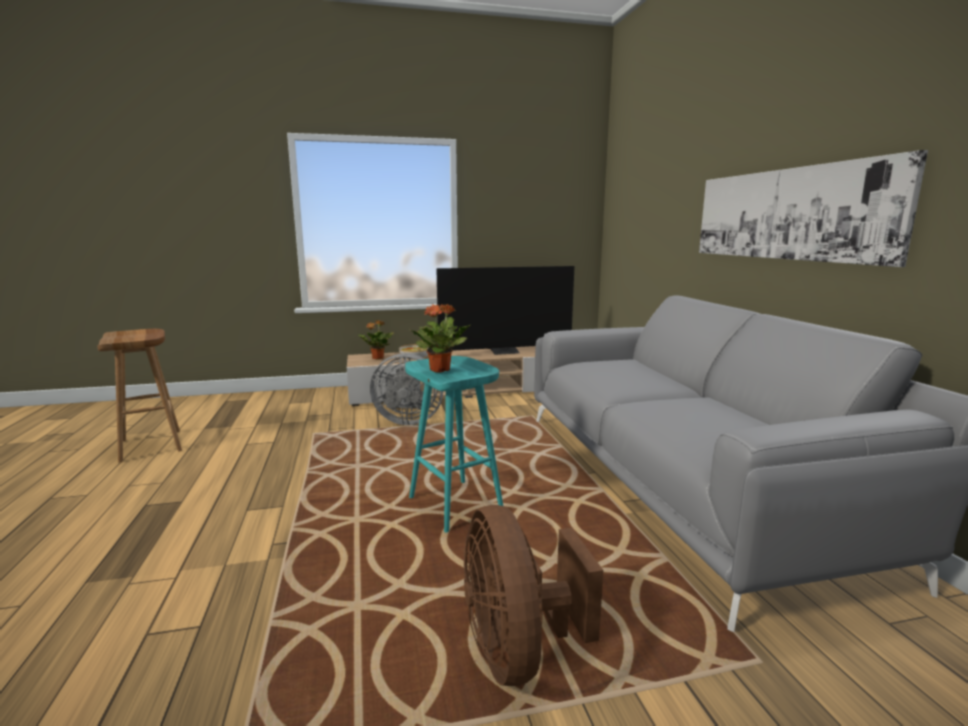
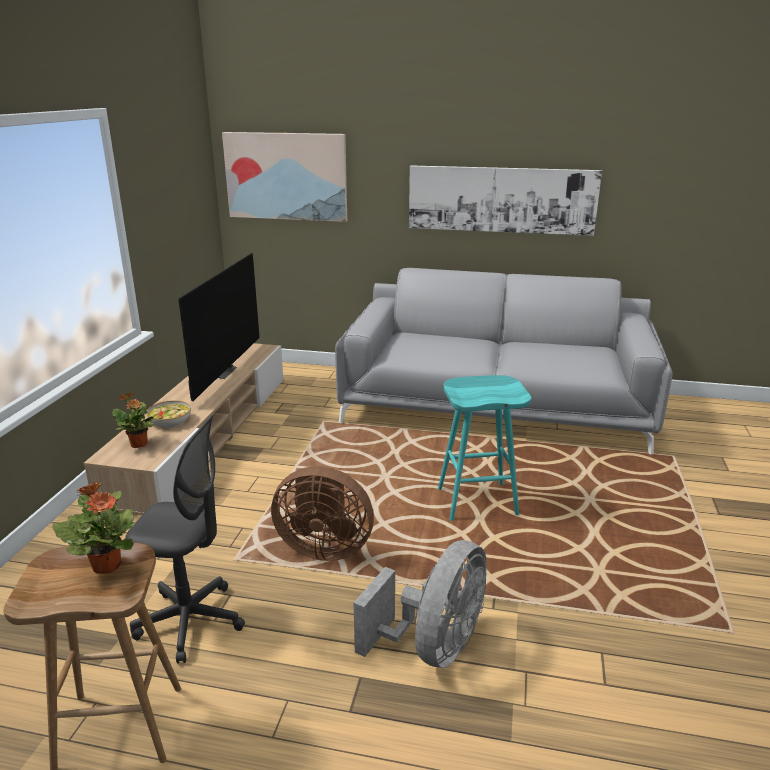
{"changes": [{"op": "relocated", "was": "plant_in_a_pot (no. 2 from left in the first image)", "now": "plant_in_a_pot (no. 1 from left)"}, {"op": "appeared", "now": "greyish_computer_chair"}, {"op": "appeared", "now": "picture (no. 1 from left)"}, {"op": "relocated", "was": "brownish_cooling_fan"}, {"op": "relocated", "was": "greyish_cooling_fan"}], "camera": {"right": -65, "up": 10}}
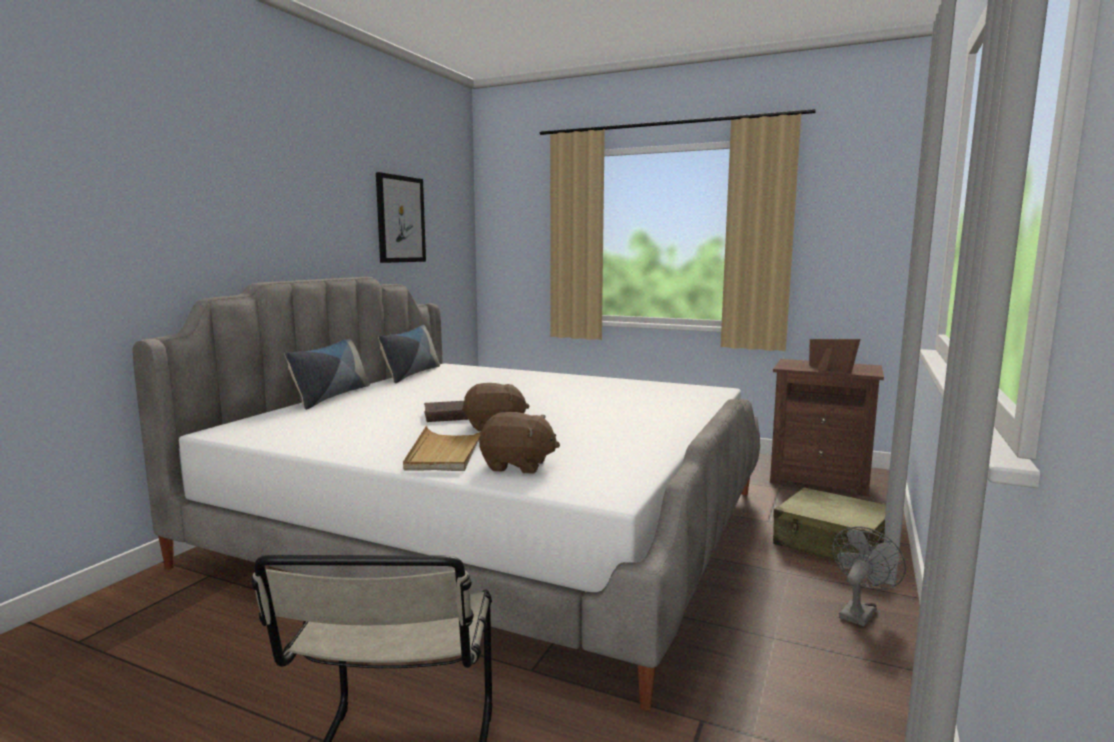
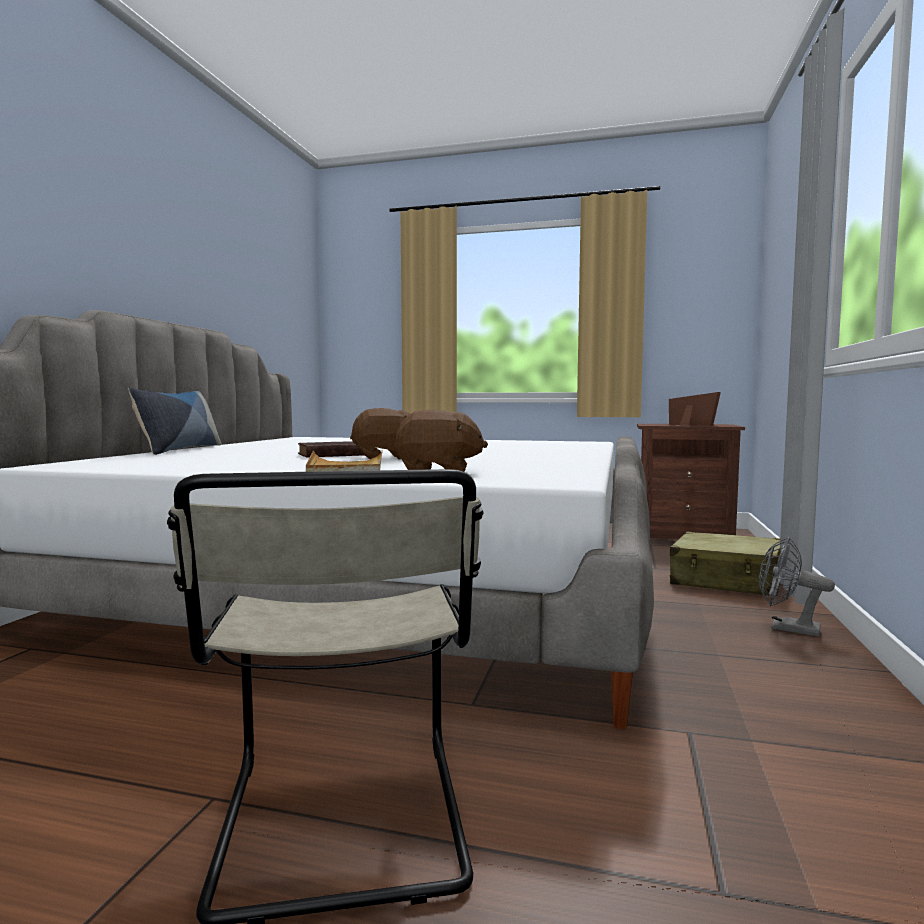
{"changes": [{"op": "spun", "was": "greyish_cooling_fan", "clockwise": -90}, {"op": "missing", "was": "picture"}, {"op": "missing", "was": "cushion (no. 2 from left)"}], "camera": {"right": -10, "up": -5}}
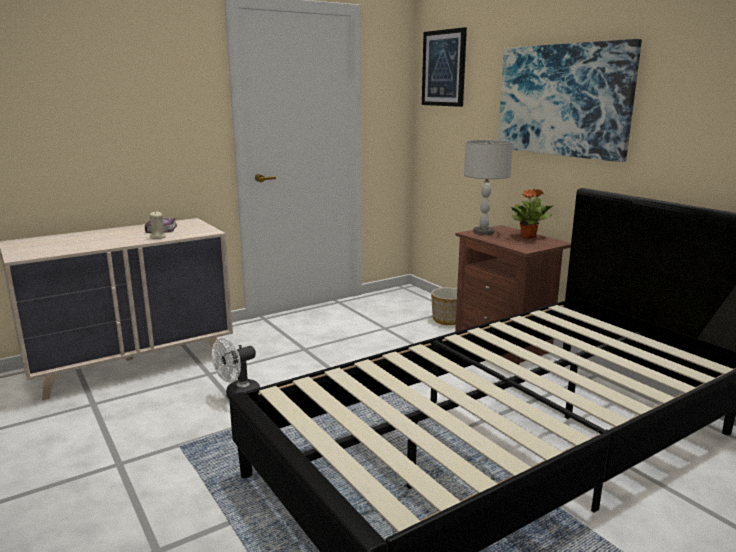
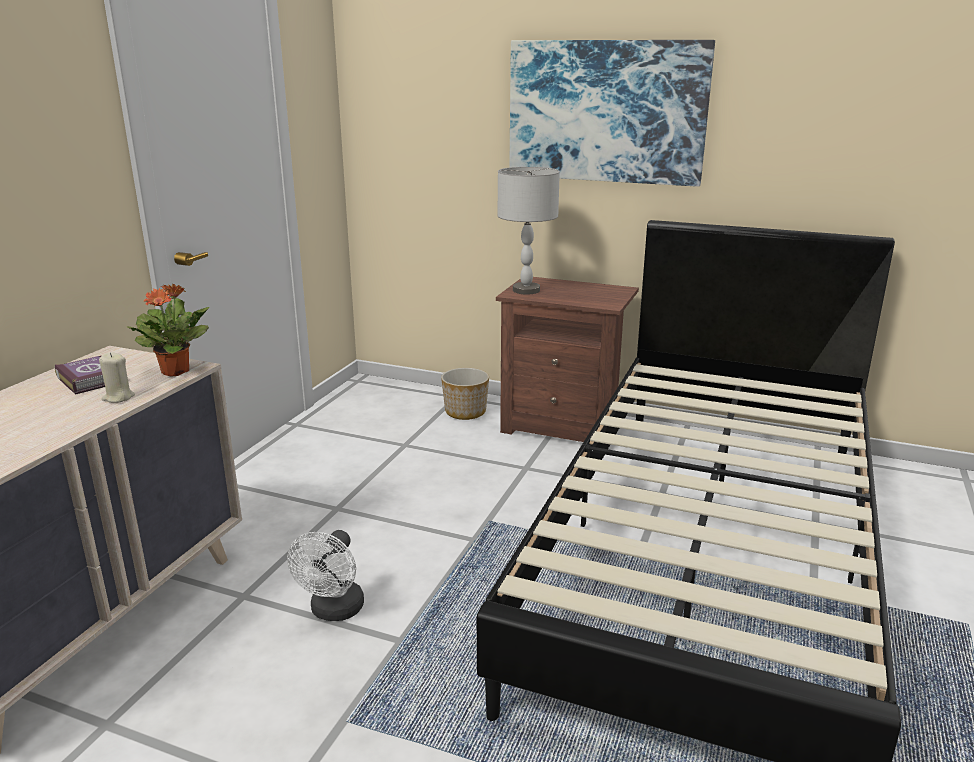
{"changes": [{"op": "relocated", "was": "plant_in_a_pot"}, {"op": "missing", "was": "picture (no. 1 from left)"}], "camera": {"right": -35, "up": 5}}
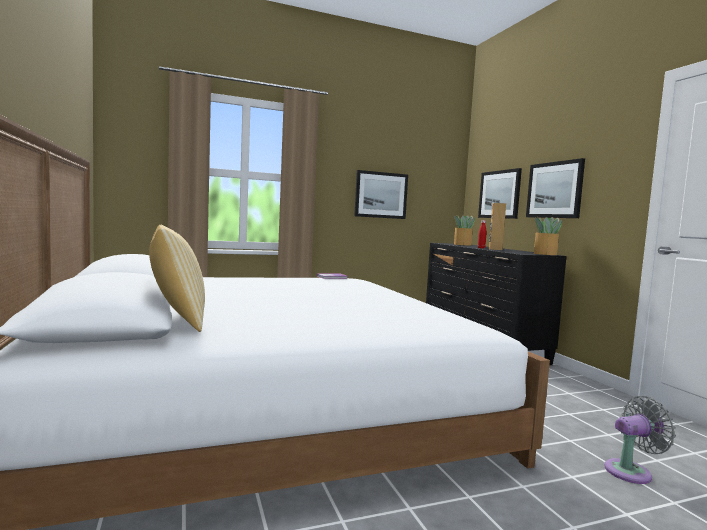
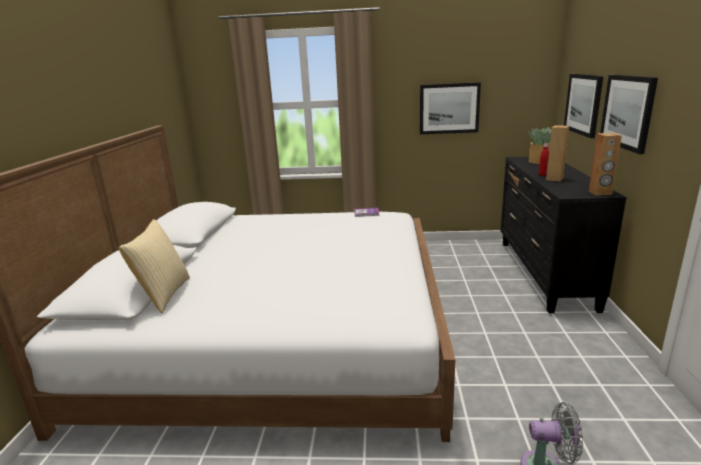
{"changes": [{"op": "exchanged", "was": "plant_in_a_pot (no. 2 from left)", "now": "brownish_loudspeaker (no. 2 from left)"}], "camera": {"right": 25, "up": 15}}
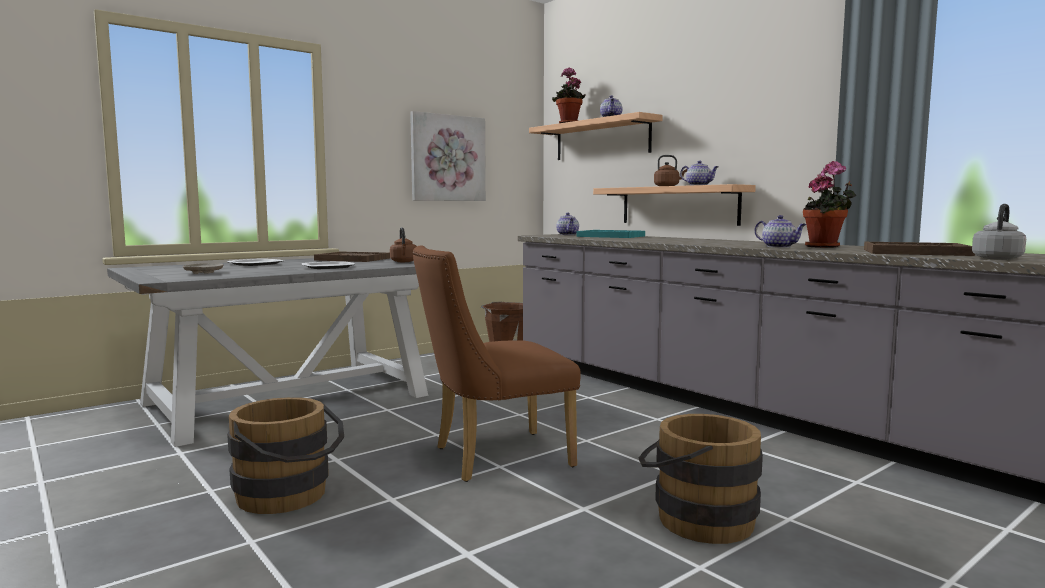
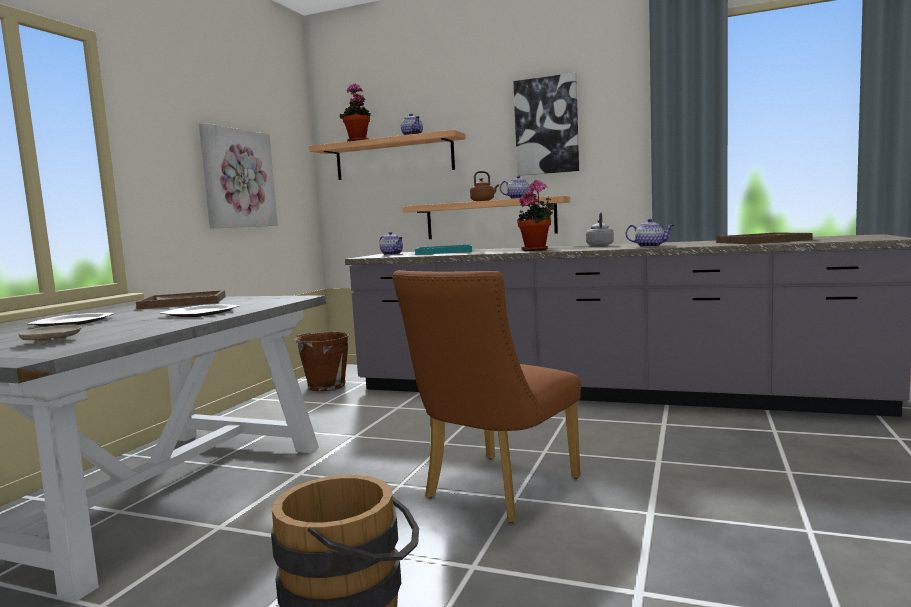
{"changes": [{"op": "appeared", "now": "picture (no. 2 from left)"}, {"op": "relocated", "was": "plant_in_a_pot (no. 2 from left)"}, {"op": "relocated", "was": "greyish_kettle"}, {"op": "missing", "was": "brownish_kettle (no. 1 from left)"}, {"op": "missing", "was": "brownish_pail (no. 3 from left)"}], "camera": {"right": -30, "up": 0}}
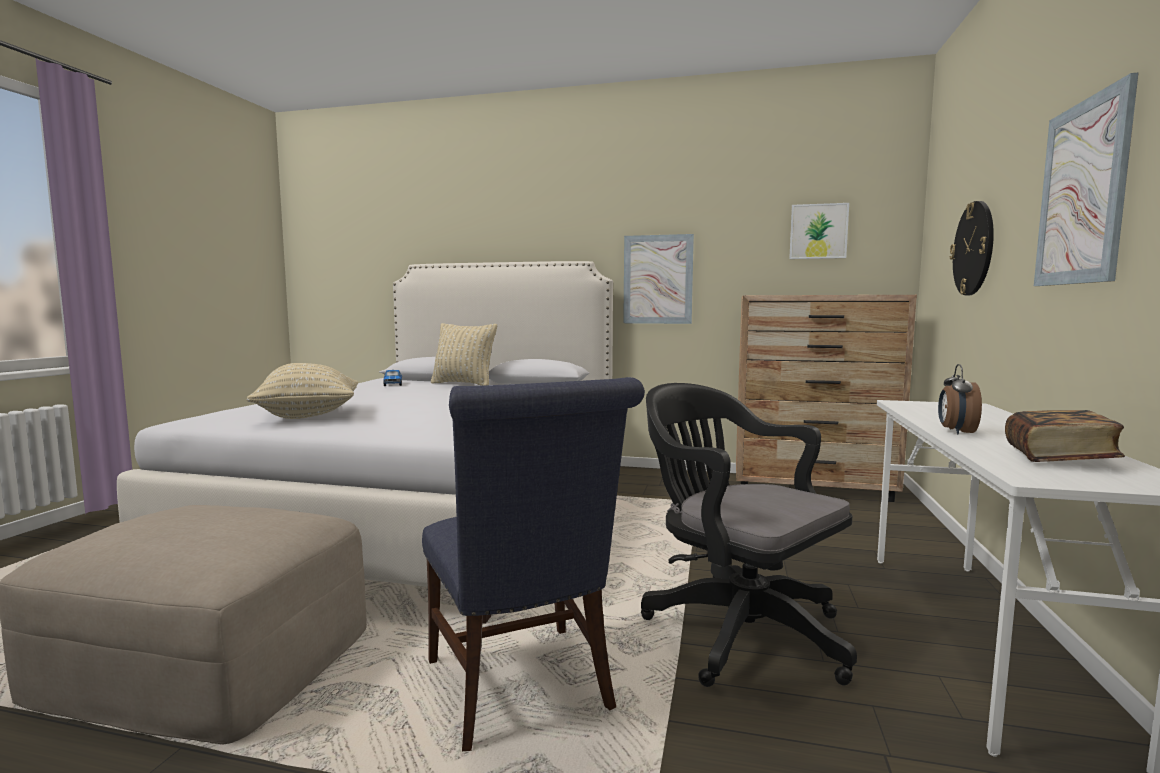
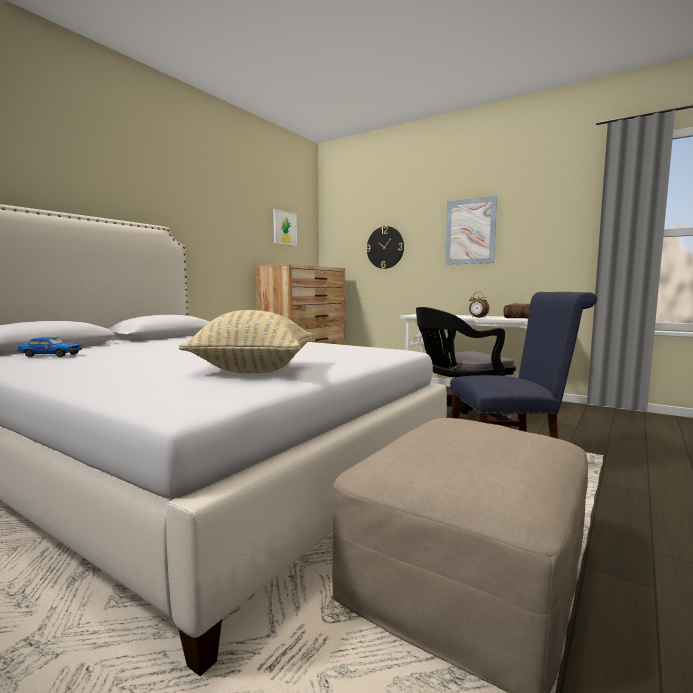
{"changes": [{"op": "missing", "was": "beige_cushion (no. 2 from left)"}, {"op": "missing", "was": "picture (no. 1 from left)"}], "camera": {"right": -70, "up": 0}}
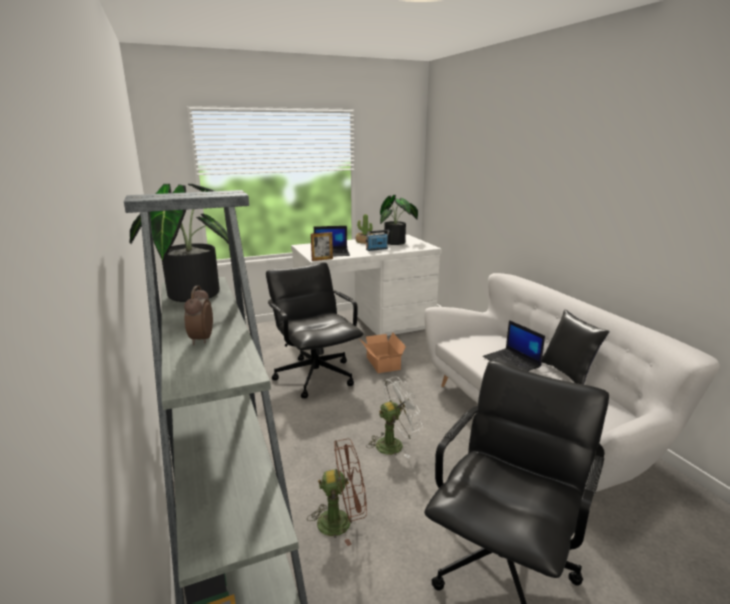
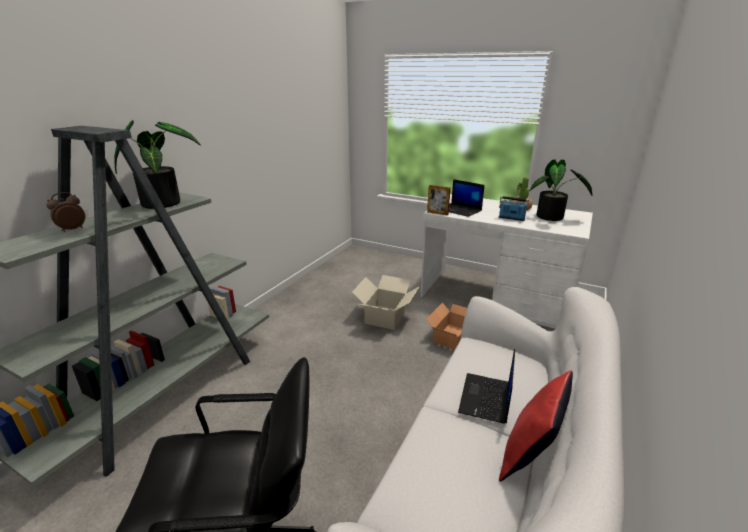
{"changes": [{"op": "exchanged", "was": "black-coloured_computer_chair (no. 1 from left)", "now": "carton (no. 1 from left)"}, {"op": "colour", "was": "black-coloured_cushion", "now": "red_cushion"}, {"op": "missing", "was": "brownish_cooling_fan"}, {"op": "missing", "was": "whitish_cooling_fan"}], "camera": {"right": 50, "up": 5}}
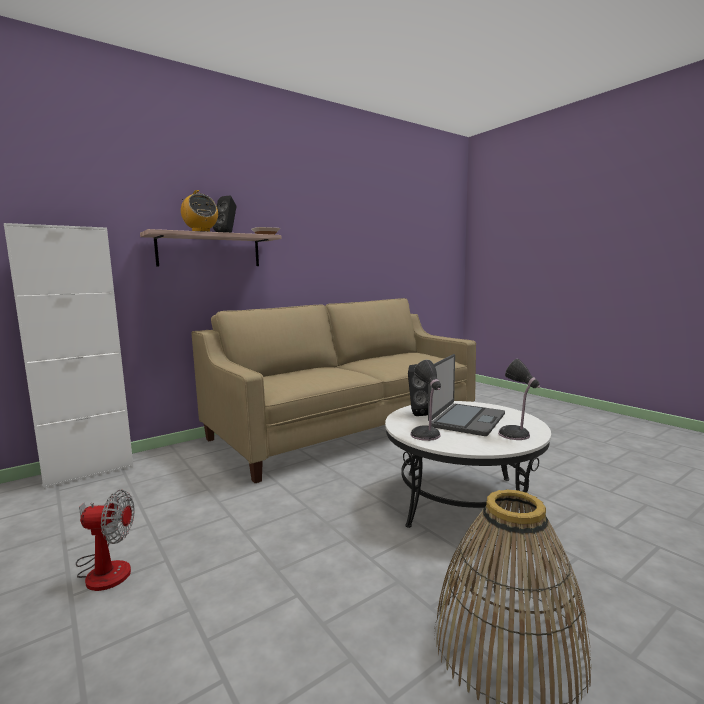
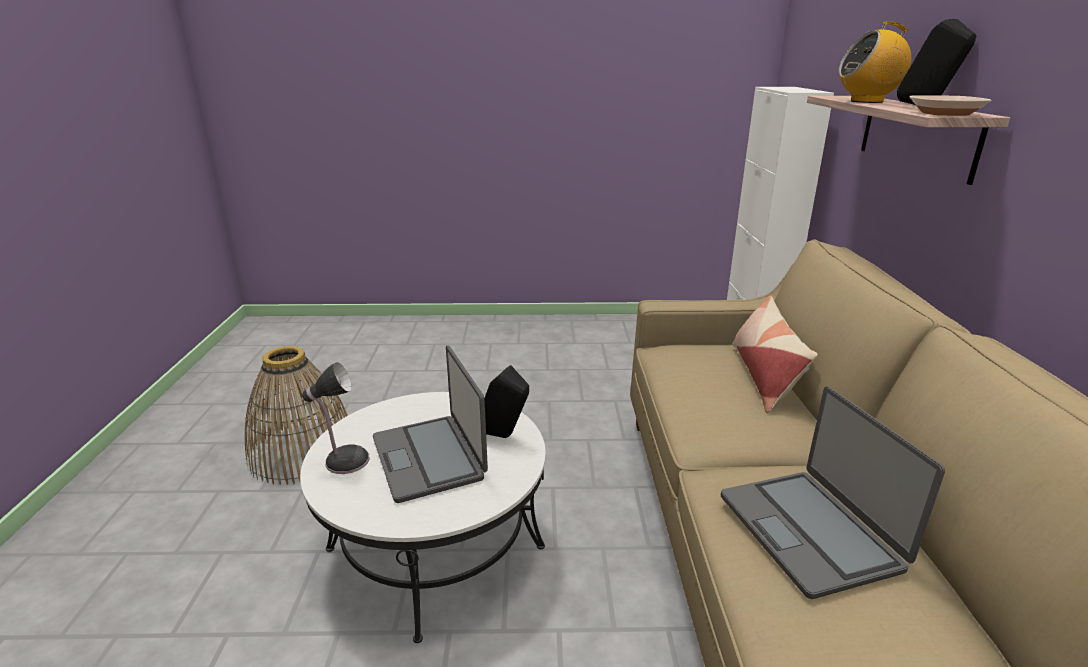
{"changes": [{"op": "appeared", "now": "portable_computer (no. 2 from left)"}, {"op": "appeared", "now": "cushion"}, {"op": "missing", "was": "cooling_fan"}, {"op": "missing", "was": "lamp_for_a_table (no. 1 from left)"}], "camera": {"right": 125, "up": 15}}
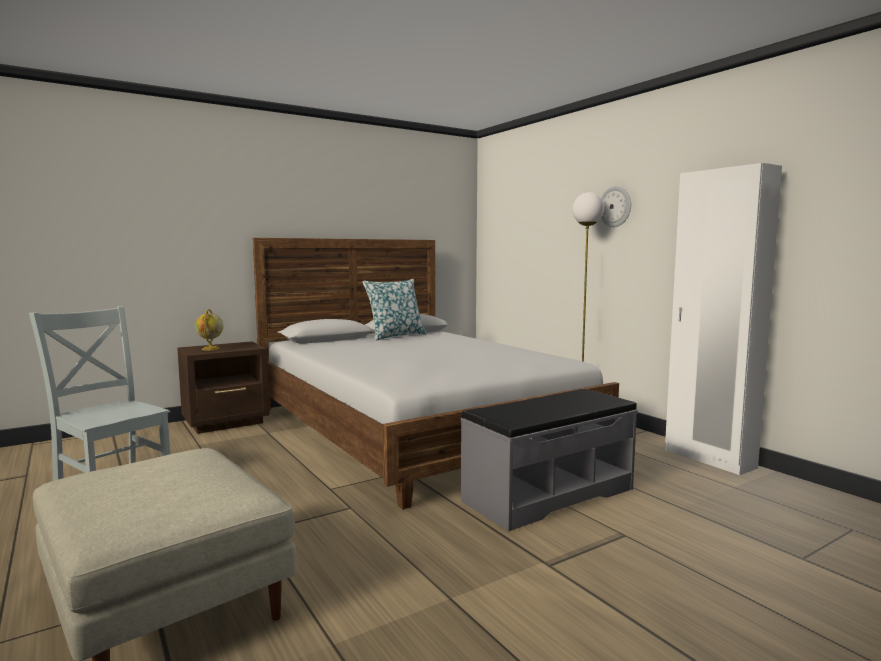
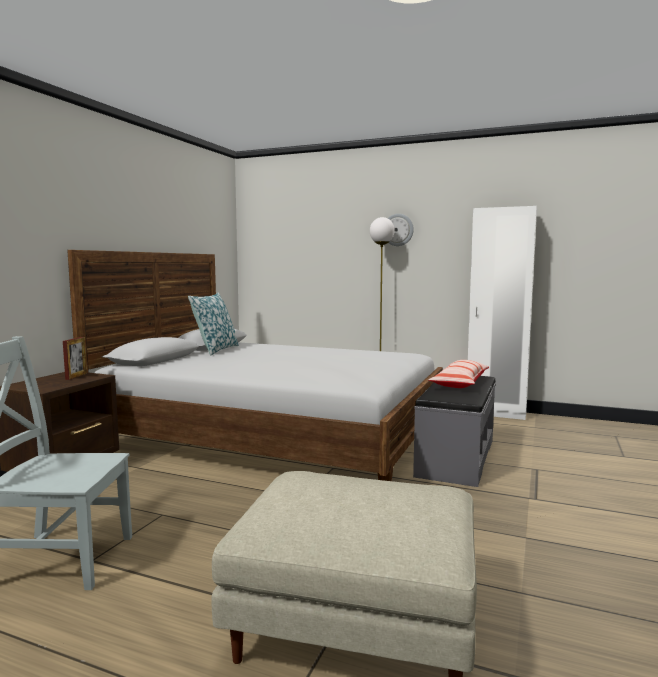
{"changes": [{"op": "appeared", "now": "photo_frame"}, {"op": "appeared", "now": "cushion (no. 2 from left)"}, {"op": "missing", "was": "world_globe"}], "camera": {"right": -35, "up": 0}}
